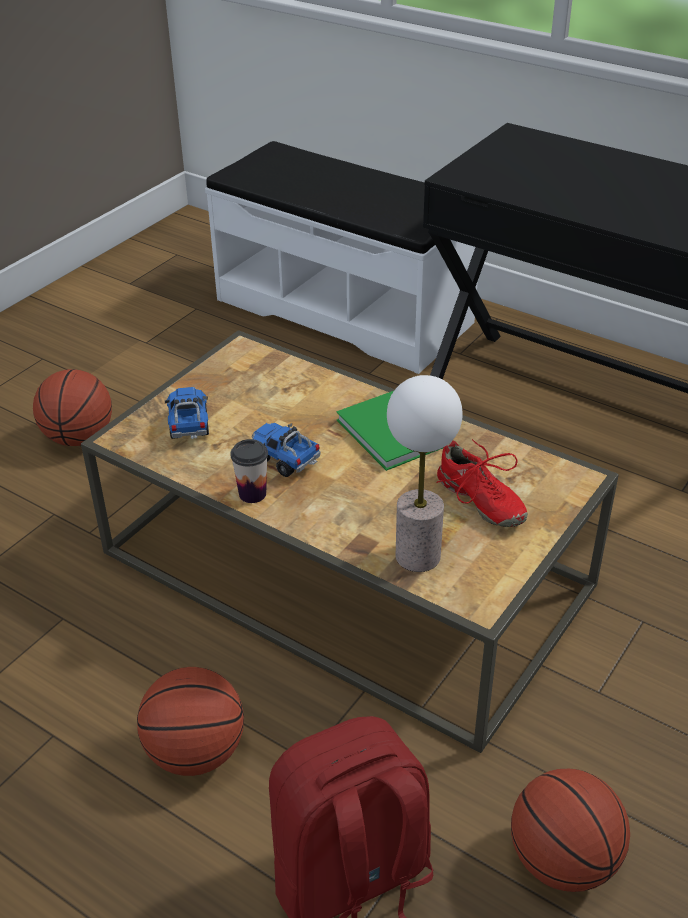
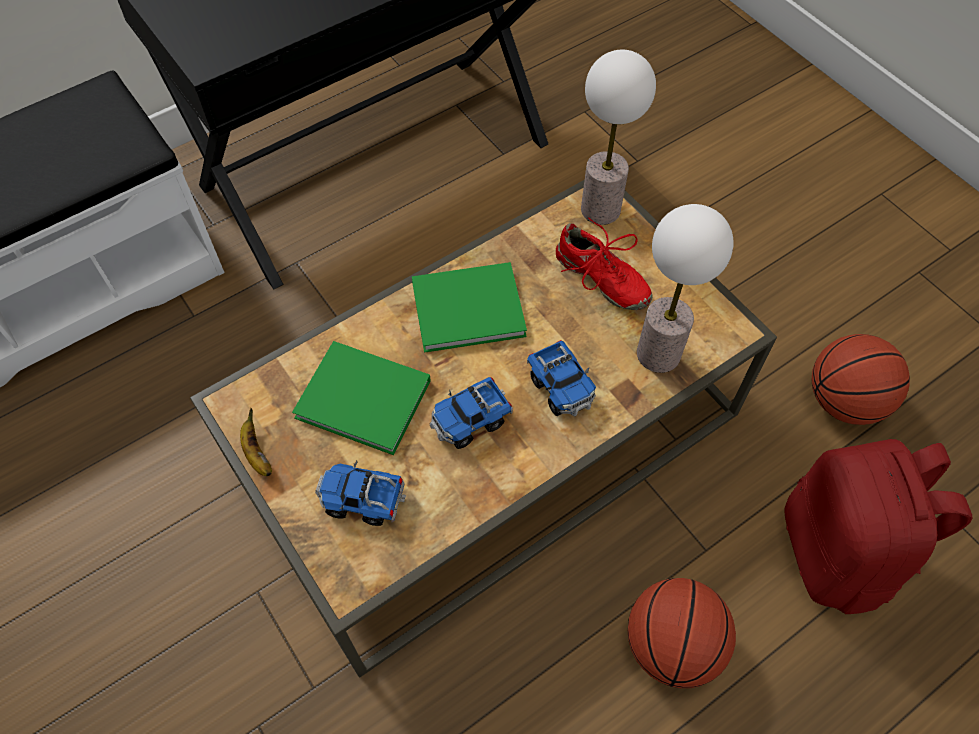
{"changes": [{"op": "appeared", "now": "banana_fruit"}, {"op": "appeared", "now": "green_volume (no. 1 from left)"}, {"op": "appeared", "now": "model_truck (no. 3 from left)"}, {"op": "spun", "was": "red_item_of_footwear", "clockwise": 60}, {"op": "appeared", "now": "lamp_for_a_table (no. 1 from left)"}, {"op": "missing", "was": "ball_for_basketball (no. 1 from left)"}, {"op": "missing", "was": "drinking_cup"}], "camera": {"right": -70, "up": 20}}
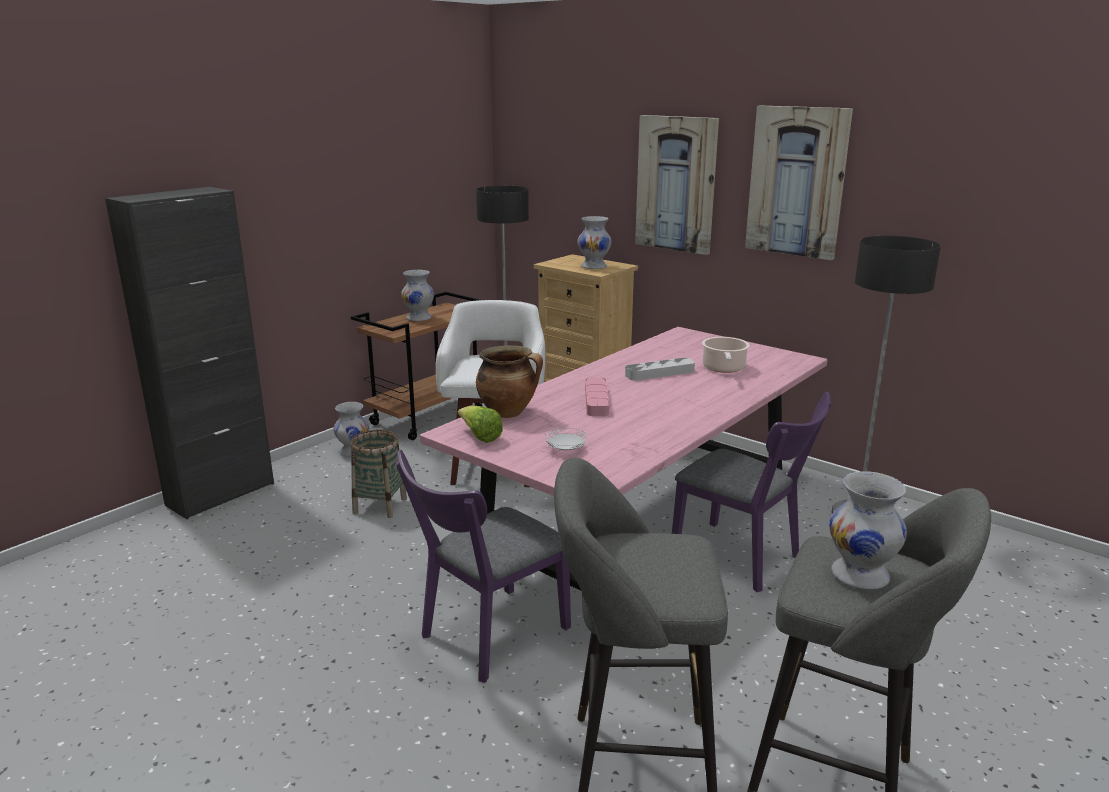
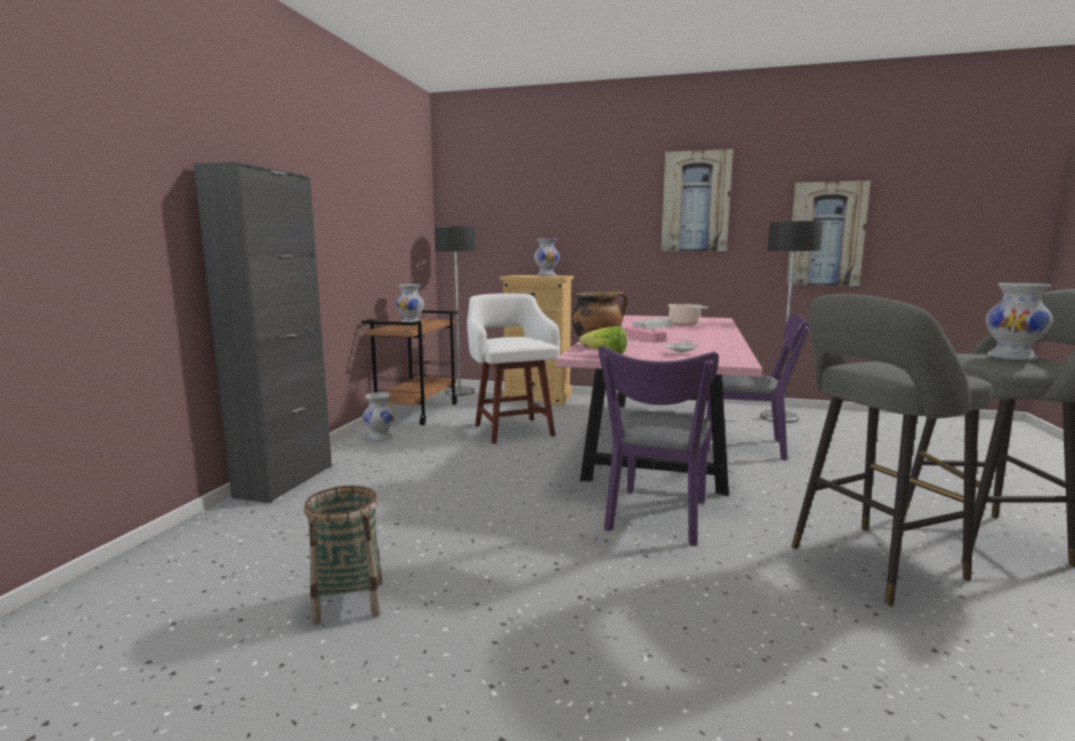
{"changes": [{"op": "relocated", "was": "storage_basket"}, {"op": "relocated", "was": "picture (no. 1 from left in the first image)", "now": "picture (no. 2 from left)"}], "camera": {"right": -25, "up": -10}}
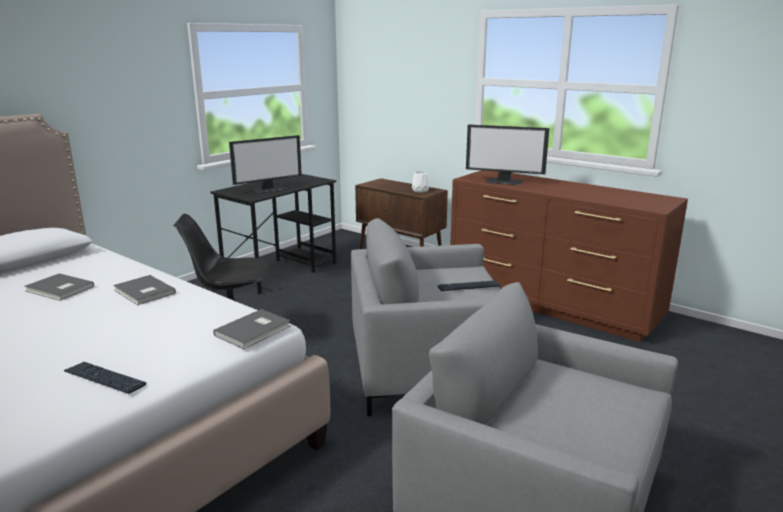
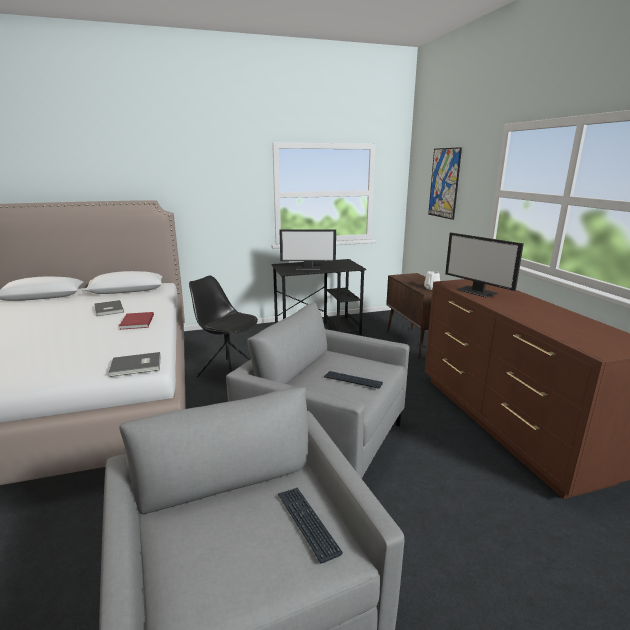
{"changes": [{"op": "colour", "was": "greyish_volume (no. 2 from left)", "now": "red_volume"}, {"op": "relocated", "was": "keyboard (no. 1 from left)"}, {"op": "appeared", "now": "picture"}], "camera": {"right": 35, "up": 0}}
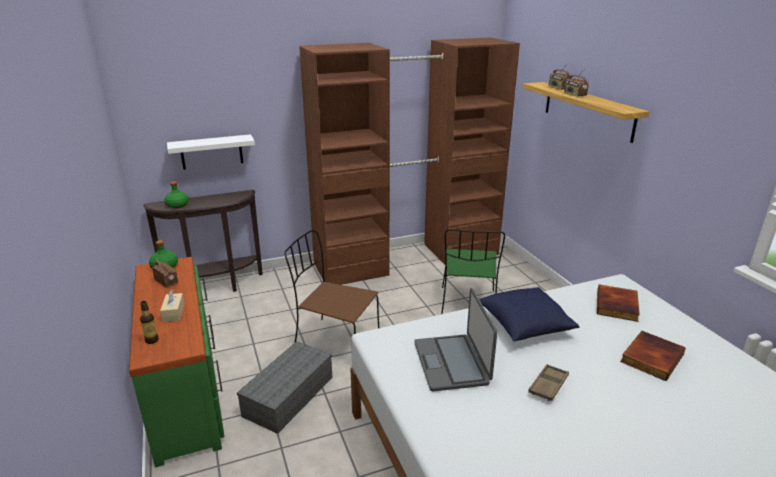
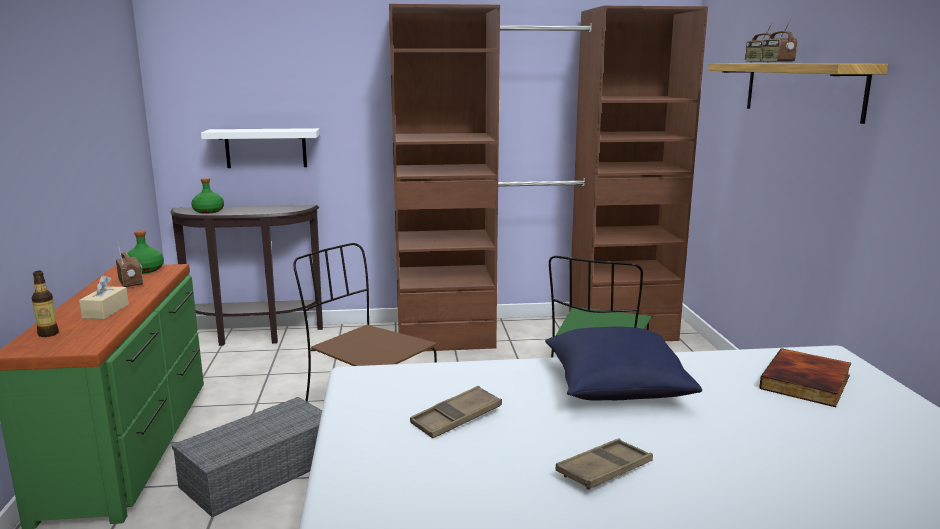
{"changes": [{"op": "exchanged", "was": "portable_computer", "now": "brownish_tray (no. 1 from left)"}, {"op": "missing", "was": "volume (no. 2 from left)"}], "camera": {"right": 15, "up": -10}}
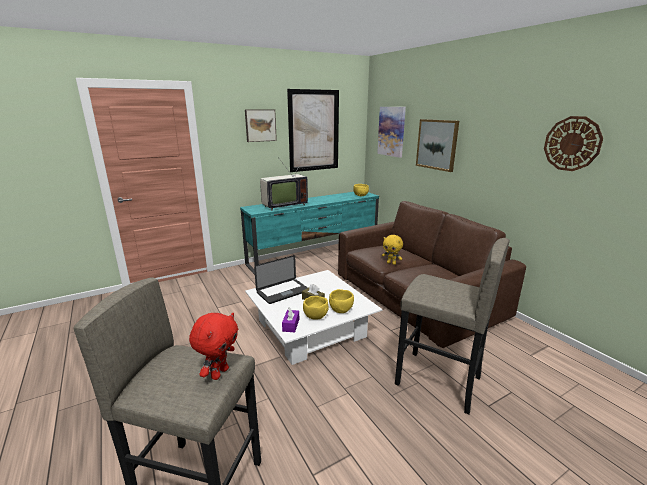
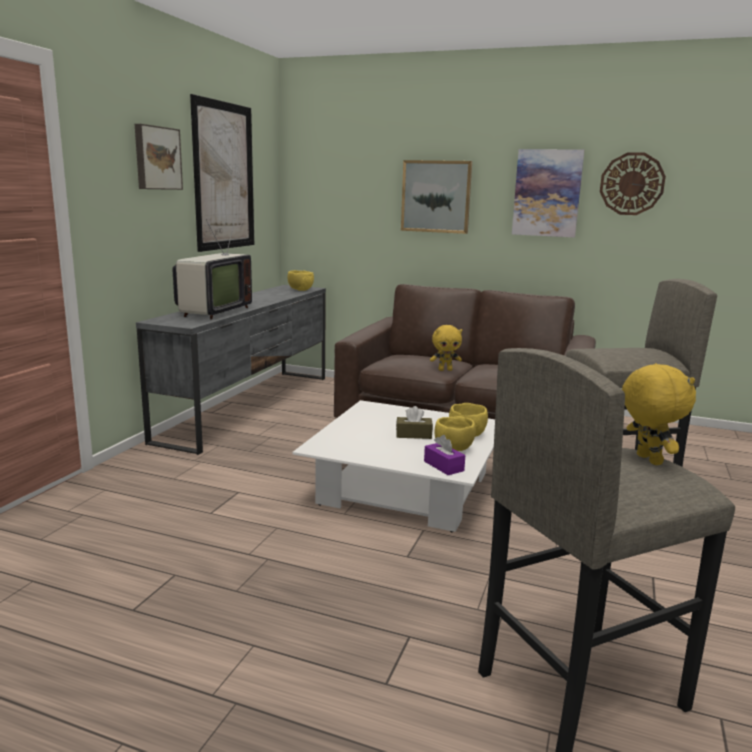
{"changes": [{"op": "colour", "was": "turquoise-coloured_tv_unit", "now": "greyish_tv_unit"}, {"op": "relocated", "was": "picture (no. 3 from left in the first image)", "now": "picture (no. 4 from left)"}, {"op": "colour", "was": "red_plush_toy", "now": "yellowish_plush_toy (no. 2 from left)"}, {"op": "missing", "was": "portable_computer"}], "camera": {"right": -40, "up": -5}}
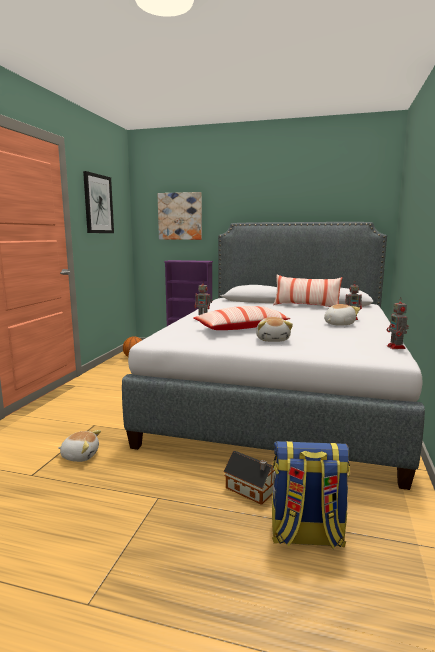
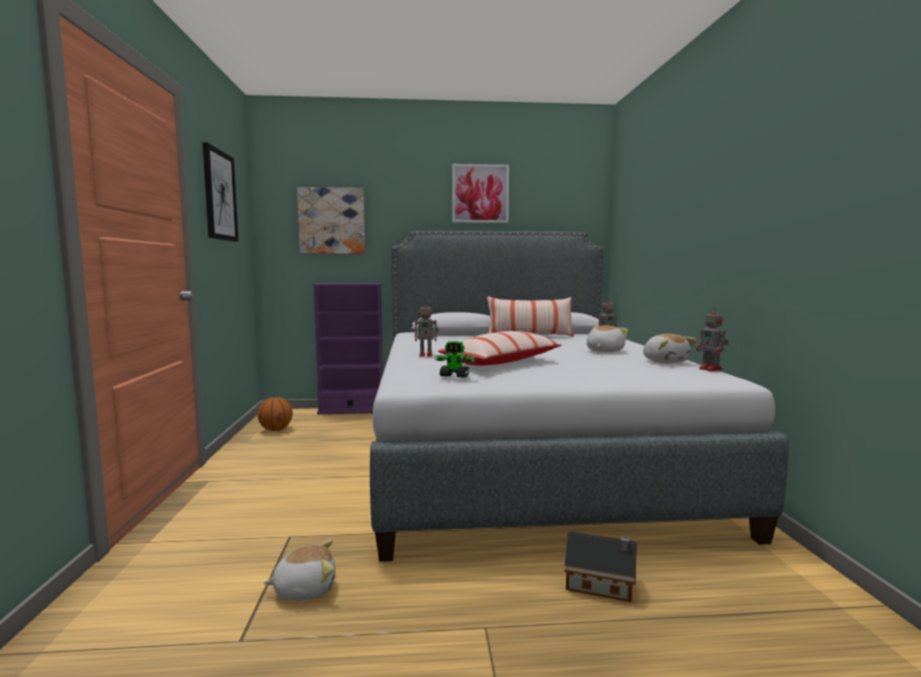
{"changes": [{"op": "appeared", "now": "model_robot (no. 2 from left)"}, {"op": "appeared", "now": "picture (no. 3 from left)"}, {"op": "relocated", "was": "plush_toy (no. 2 from left in the first image)", "now": "plush_toy (no. 3 from left)"}, {"op": "missing", "was": "backpack"}], "camera": {"right": -20, "up": -5}}
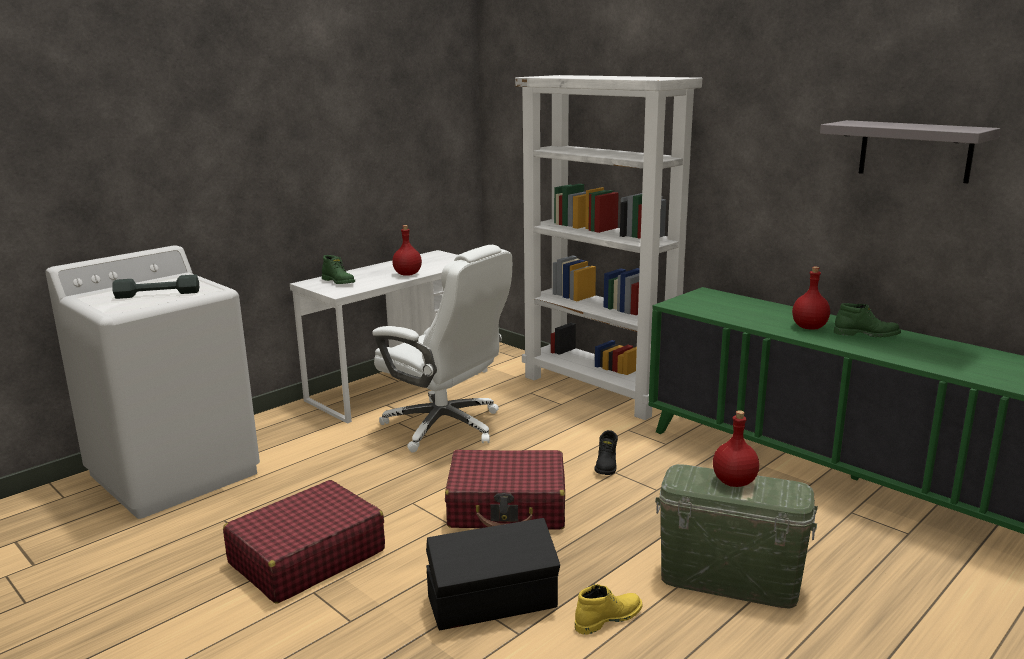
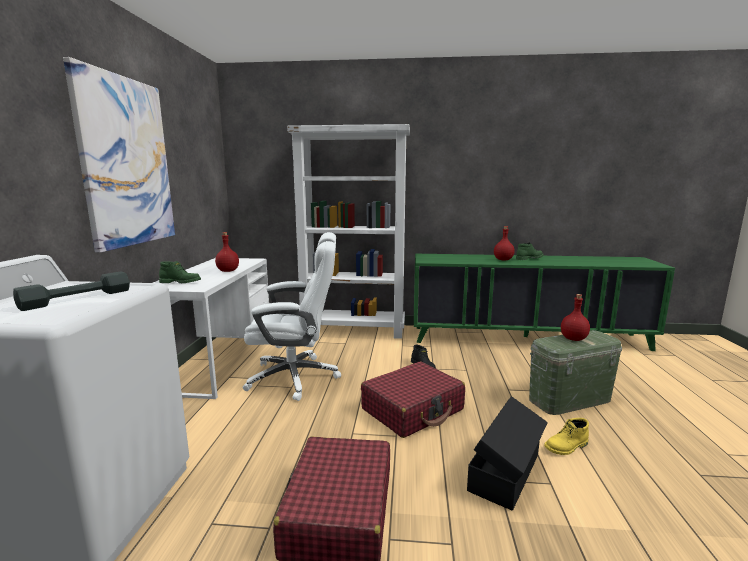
{"changes": [{"op": "appeared", "now": "picture"}, {"op": "spun", "was": "yellowish_tall_boot", "clockwise": -135}, {"op": "missing", "was": "greyish_bracket_shelf"}], "camera": {"right": -40, "up": -5}}
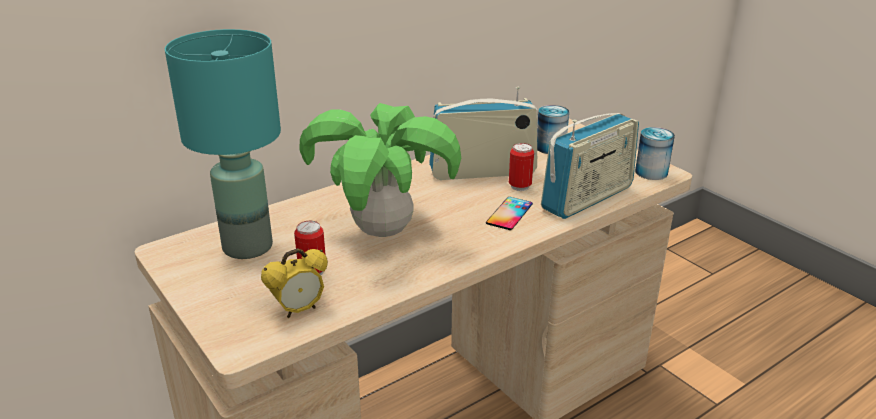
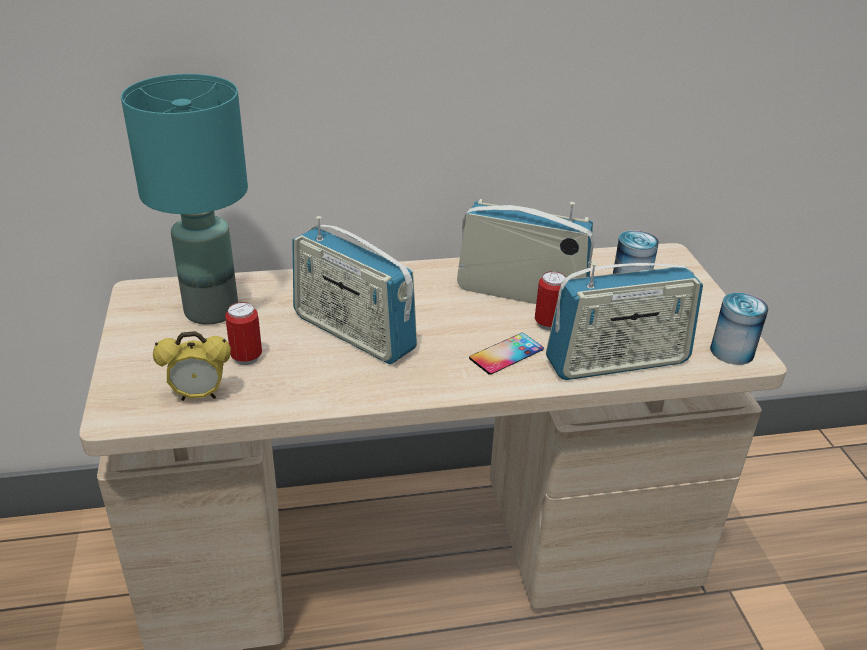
{"changes": [{"op": "exchanged", "was": "plant_in_a_pot", "now": "radio (no. 1 from left)"}], "camera": {"right": 25, "up": 5}}
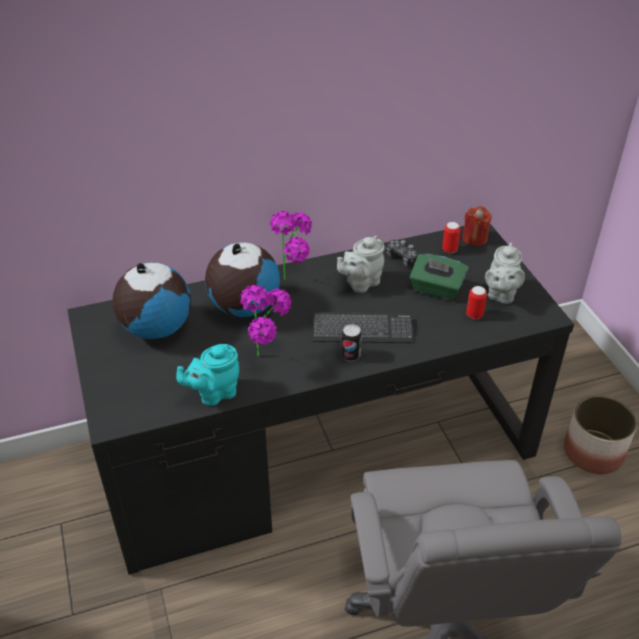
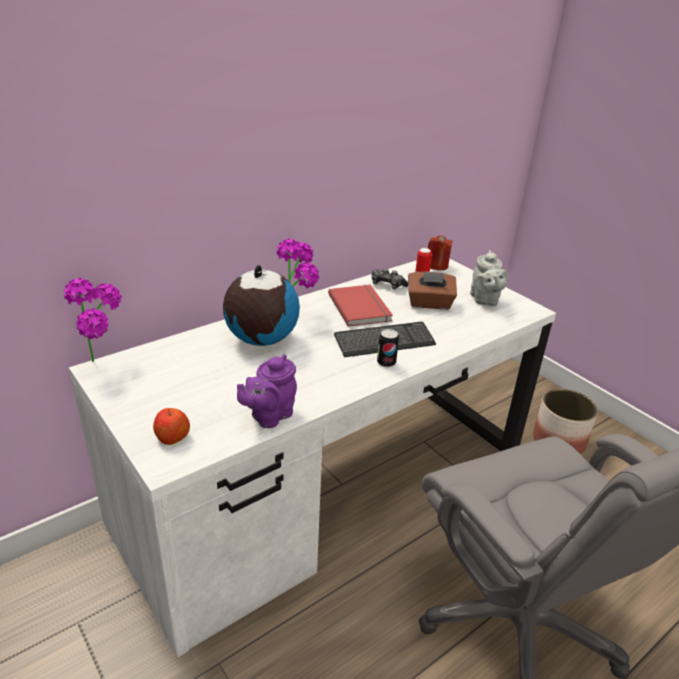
{"changes": [{"op": "relocated", "was": "plant_in_a_pot (no. 1 from left)"}, {"op": "colour", "was": "black-coloured_desk_unit", "now": "whitish_desk_unit"}, {"op": "appeared", "now": "apple_fruit"}, {"op": "colour", "was": "turquoise-coloured_teapot", "now": "purple_teapot"}, {"op": "exchanged", "was": "greyish_teapot (no. 1 from left)", "now": "red_volume"}, {"op": "colour", "was": "green_tissue_holder", "now": "brownish_tissue_holder"}, {"op": "missing", "was": "world_globe (no. 1 from left)"}, {"op": "missing", "was": "can (no. 3 from left)"}], "camera": {"right": -20, "up": -10}}
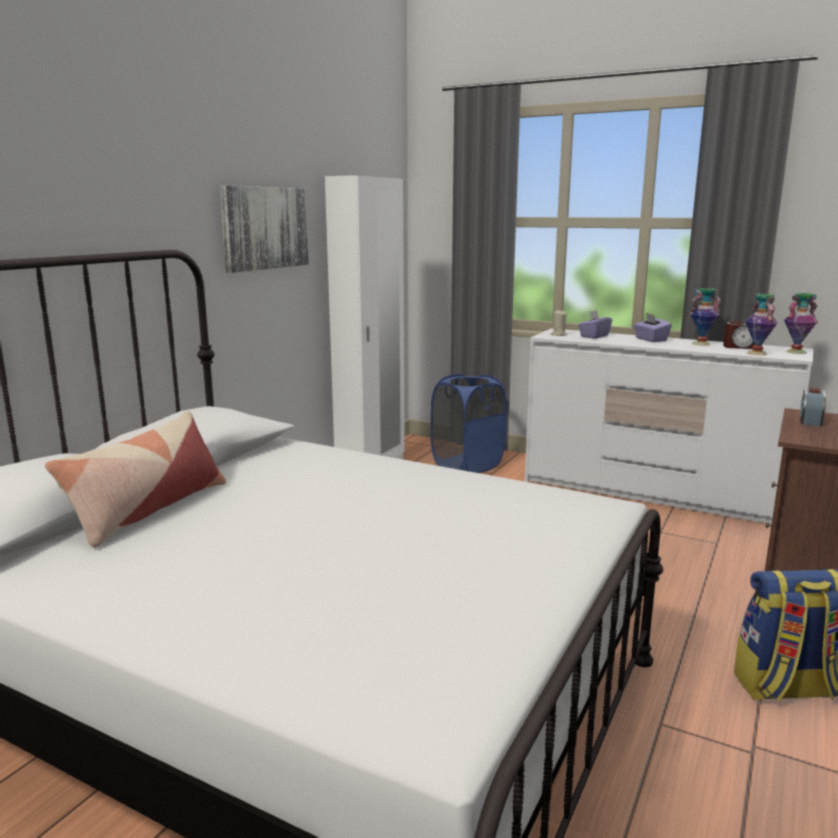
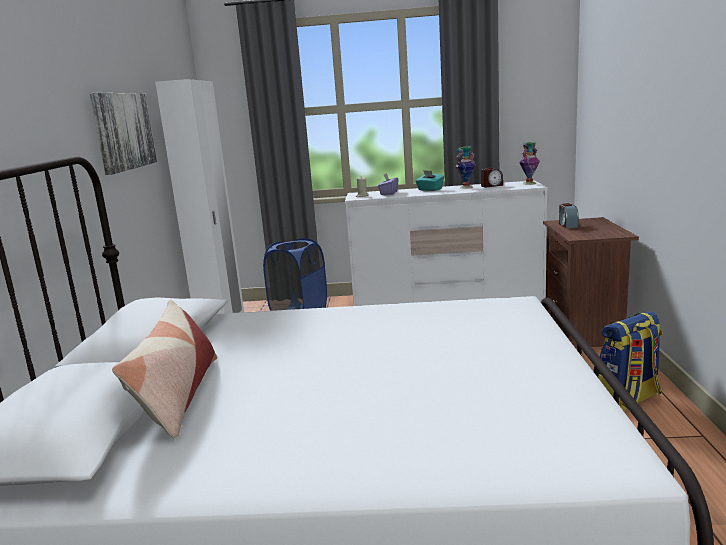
{"changes": [{"op": "colour", "was": "purple_tissue_holder (no. 2 from left)", "now": "turquoise-coloured_tissue_holder"}, {"op": "missing", "was": "flower_vase (no. 2 from left)"}], "camera": {"right": -25, "up": 0}}
